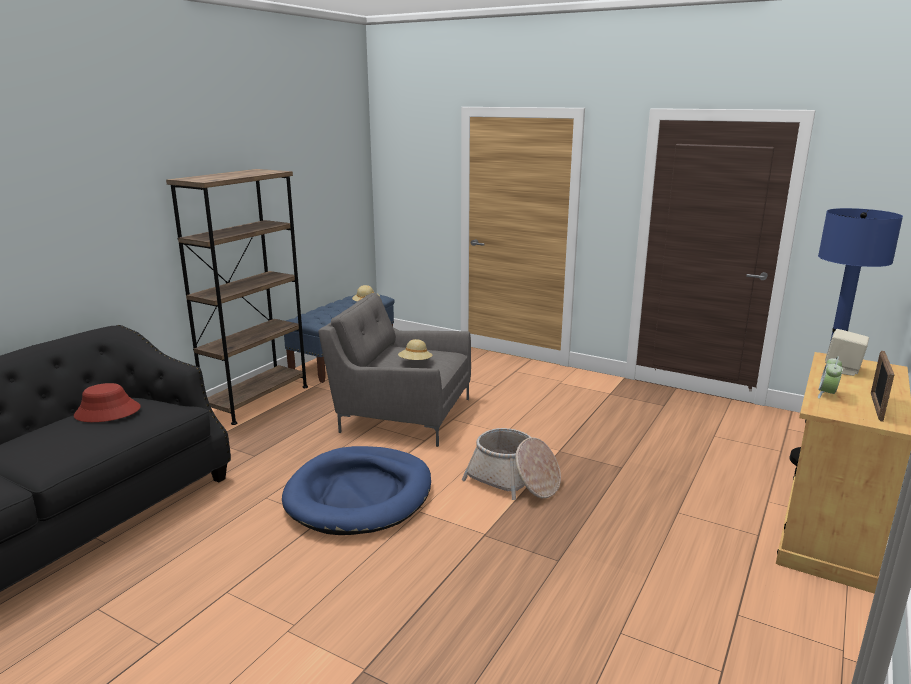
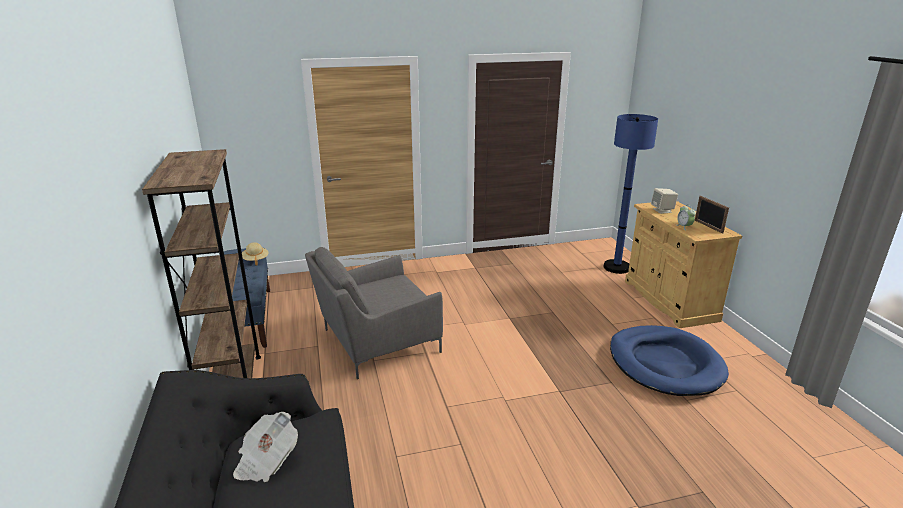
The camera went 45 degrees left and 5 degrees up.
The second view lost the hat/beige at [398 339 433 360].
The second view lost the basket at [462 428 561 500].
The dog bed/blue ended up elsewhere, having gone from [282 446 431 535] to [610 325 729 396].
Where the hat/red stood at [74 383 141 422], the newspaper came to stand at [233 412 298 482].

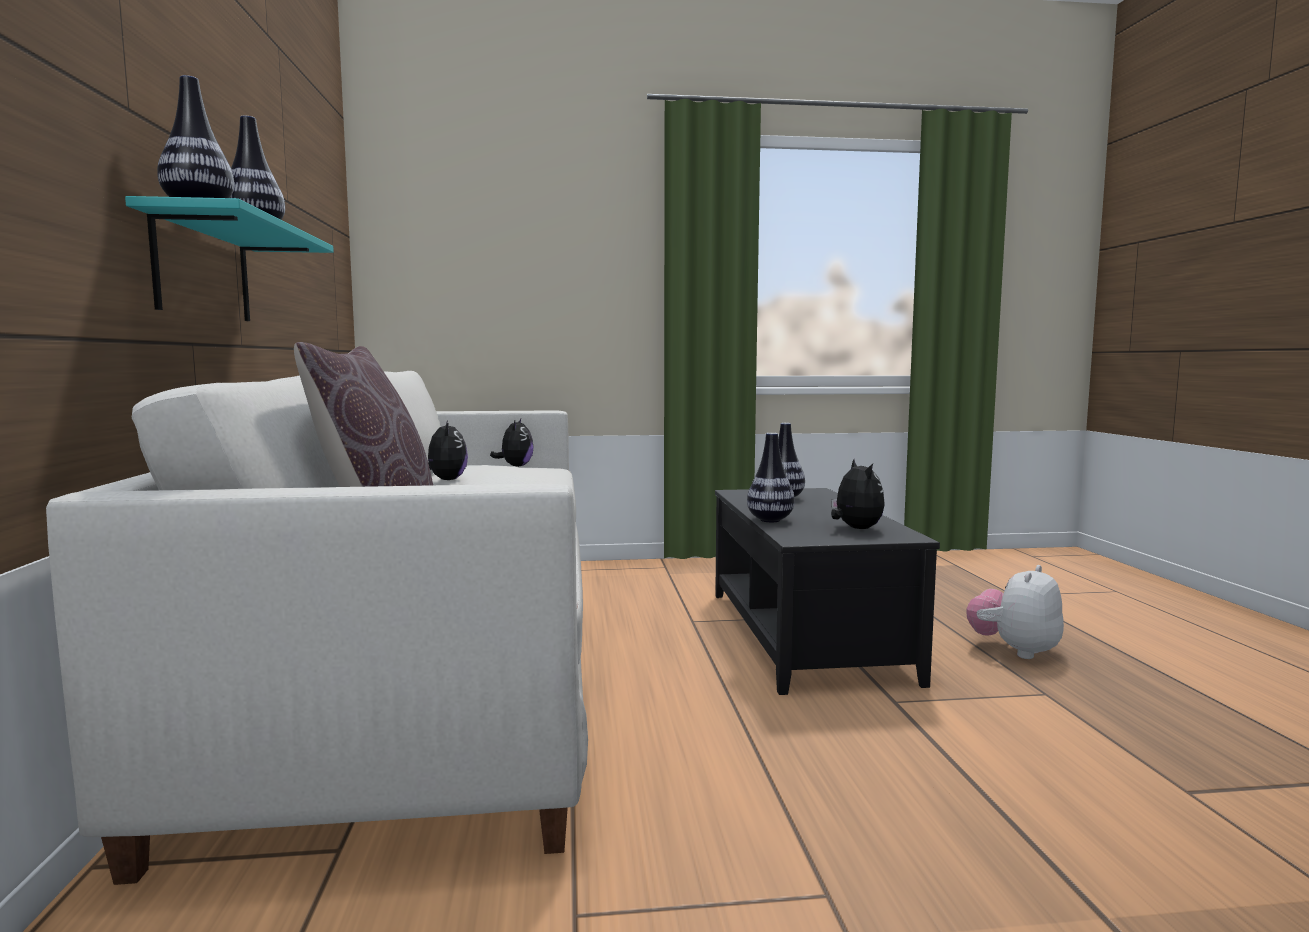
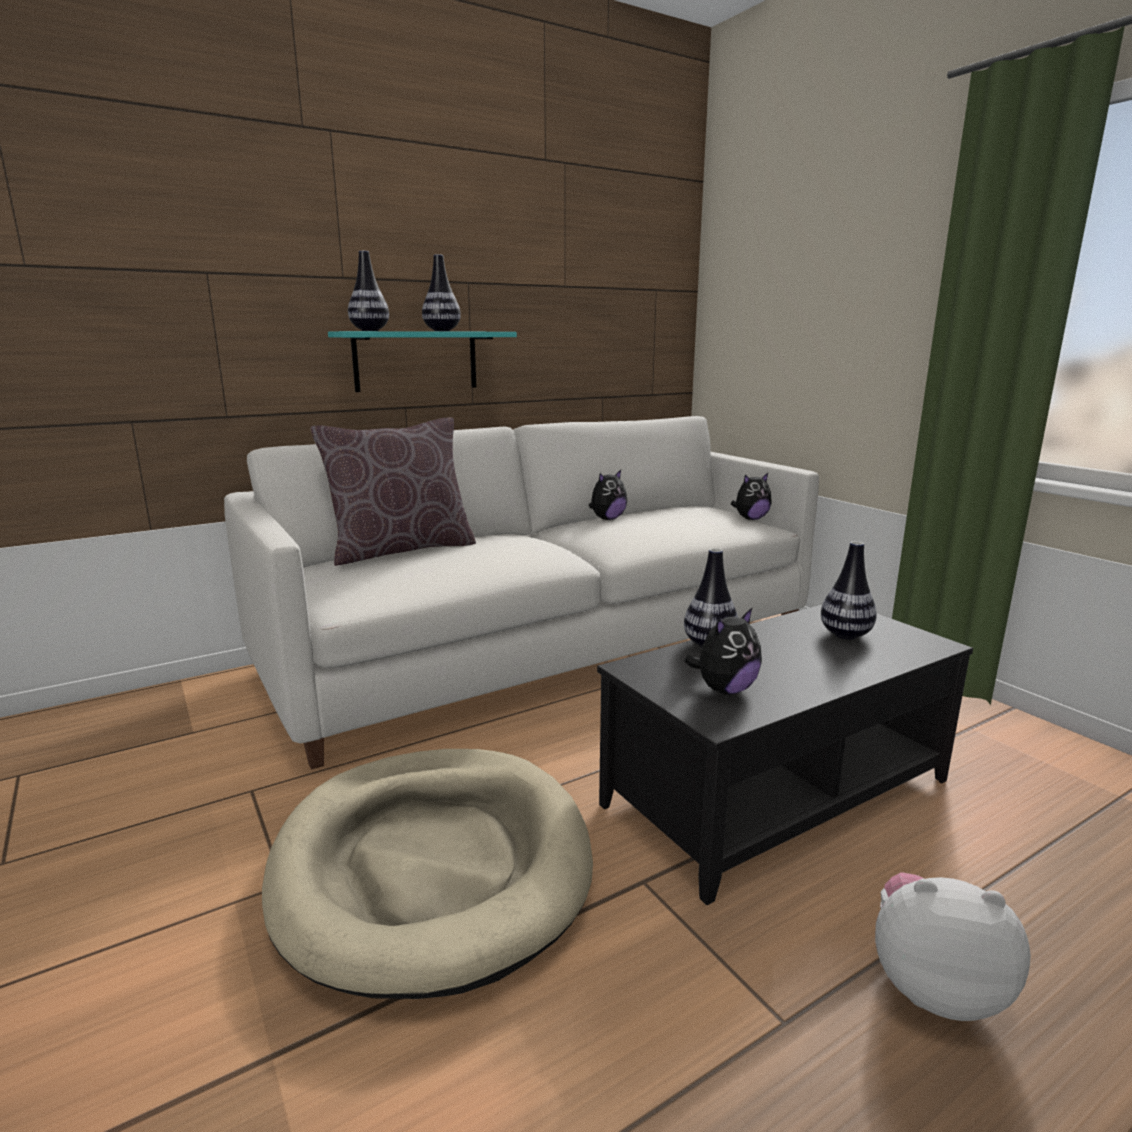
The camera went 65 degrees right and 10 degrees up.
The second view gained the dog bed/beige at [262 749 593 999].

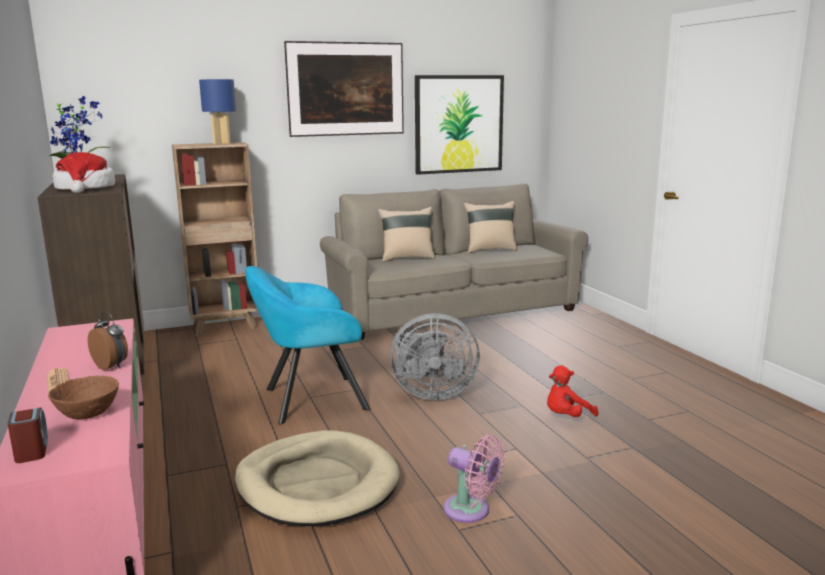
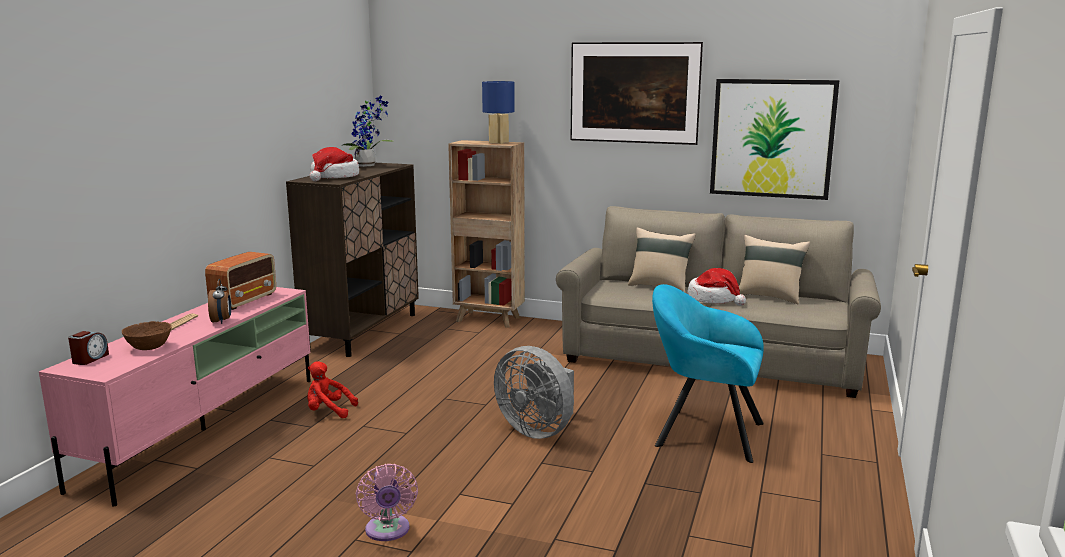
The camera went 40 degrees right and 0 degrees up.
The second view lost the dog bed/beige at [235 430 400 526].
The second view gained the radio at [205 252 276 310].
The second view gained the hat at [688 268 746 306].
The armchair/turquoise ended up elsewhere, having gone from [245 266 371 425] to [652 284 764 463].
The plush toy/red ended up elsewhere, having gone from [547 365 598 417] to [307 361 358 418].

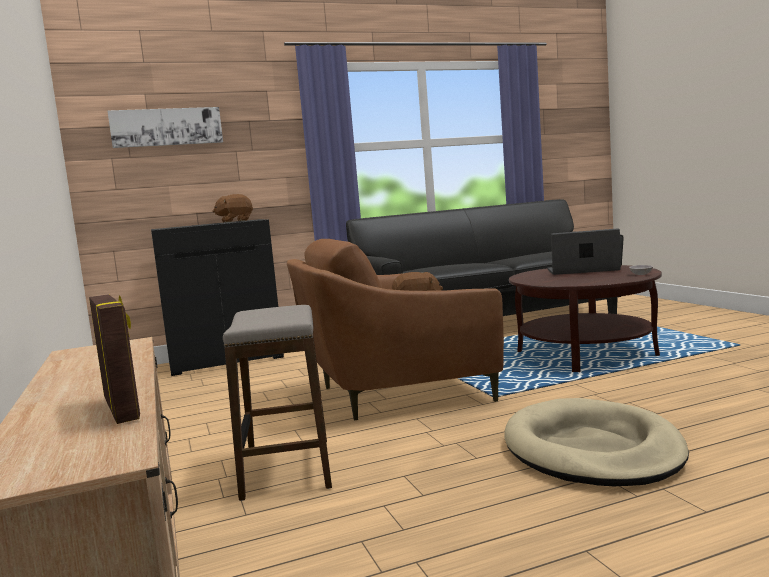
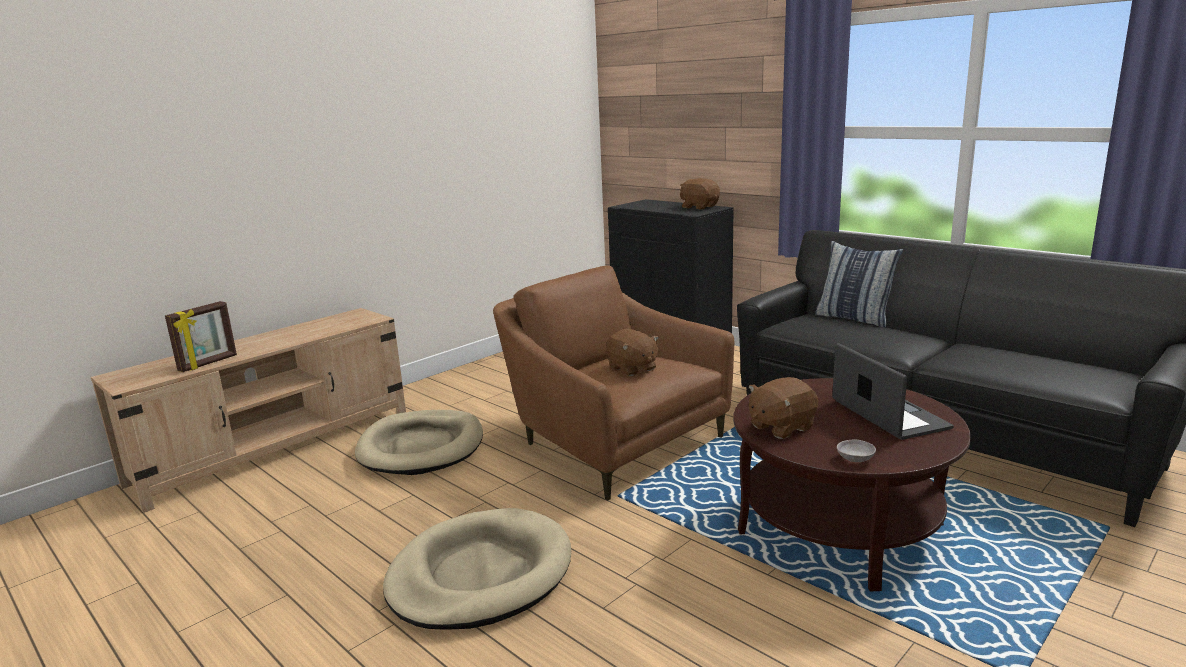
The camera went 65 degrees right and 10 degrees up.
The second view lost the picture at [108 107 223 148].
The second view gained the plush toy/brown at [748 377 818 439].
The second view gained the pillow at [815 241 903 327].
Where the stool stood at [223 305 332 501], the dog bed/beige came to stand at [355 410 483 475].

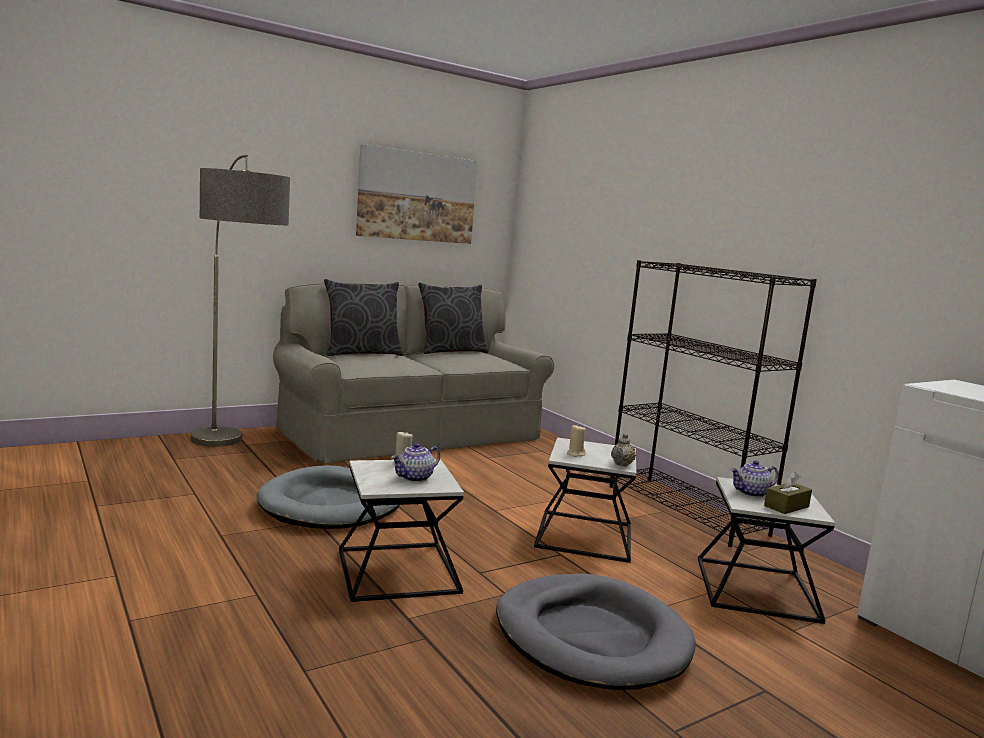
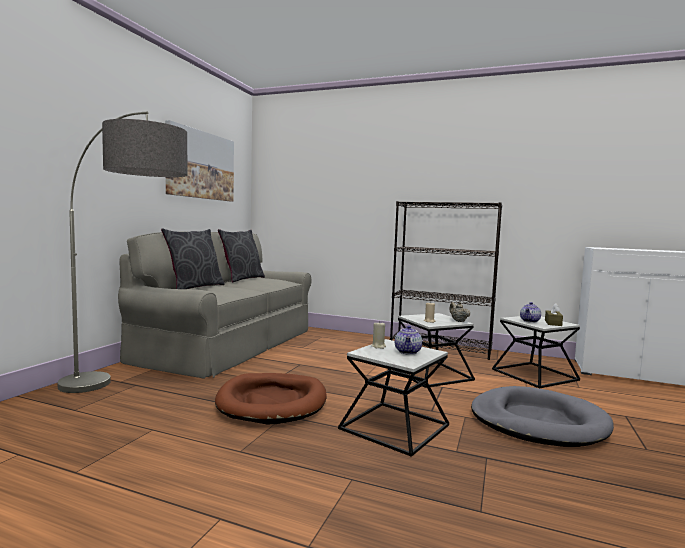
The camera went 35 degrees left and 5 degrees down.
What was the dog bed/grey at [256 465 400 529] turned into the dog bed/brown at [215 373 327 424].

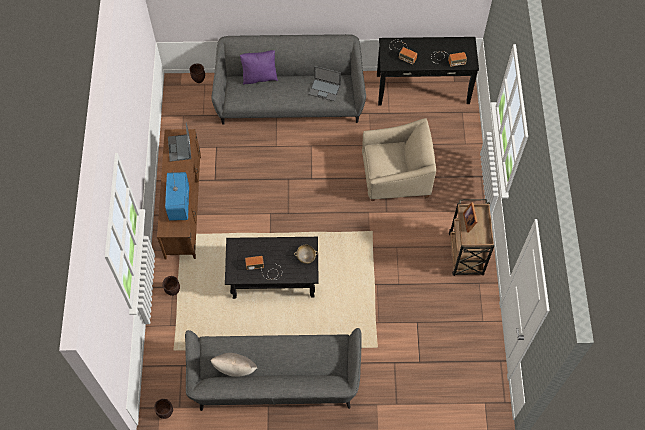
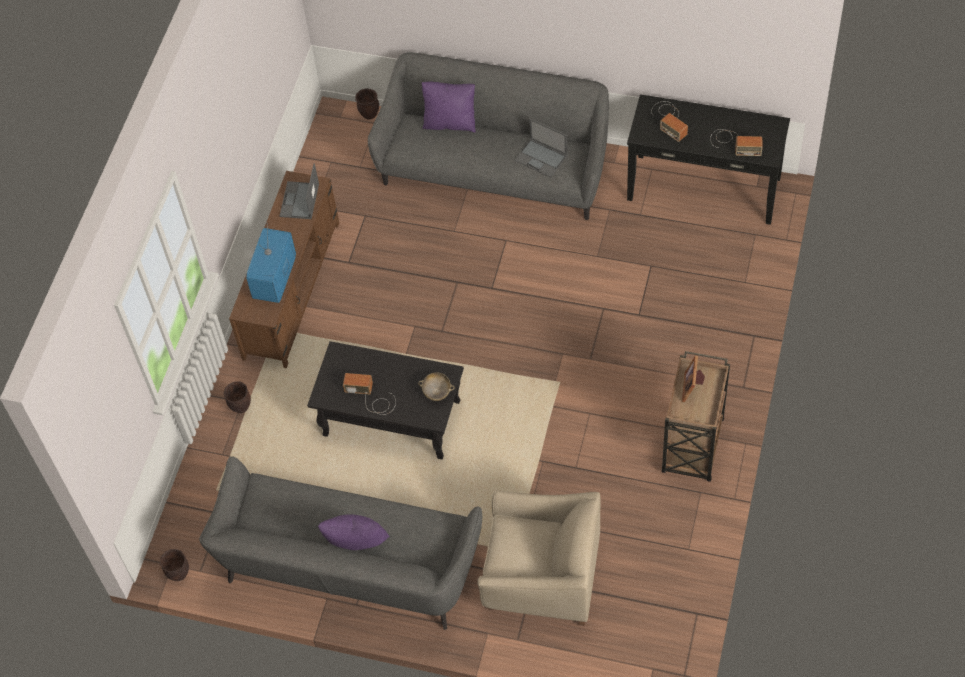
The camera went 20 degrees right and 5 degrees down.
The second view lost the pillow/beige at [211 353 257 377].
The second view gained the pillow/purple at [318 515 389 550].
The armchair/beige ended up elsewhere, having gone from [362 118 436 201] to [477 490 600 626].

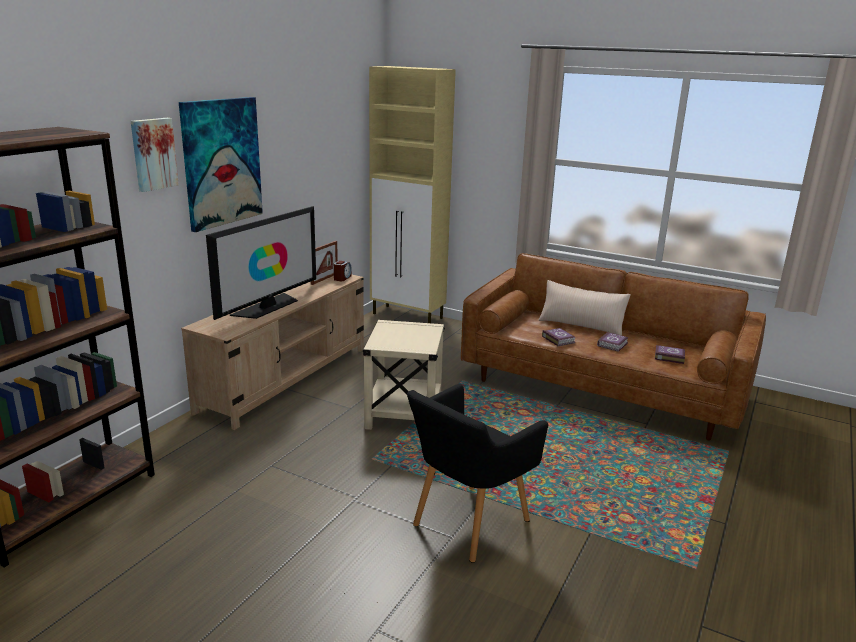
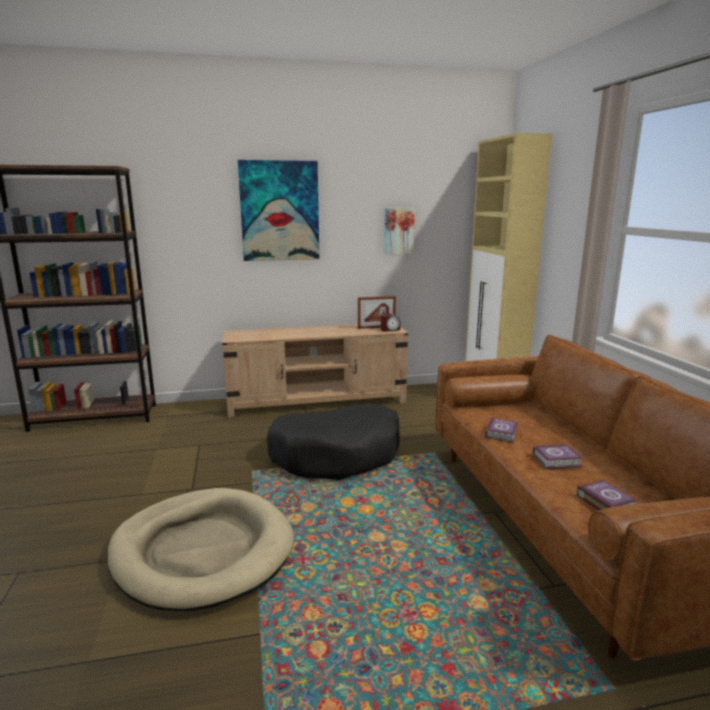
The camera went 50 degrees right and 5 degrees down.
The second view lost the television at [206 206 316 320].
The second view lost the pillow/beige at [538 280 631 336].
The picture ended up elsewhere, having gone from [131 118 179 192] to [384 207 415 254].
Where the side table/beige stood at [363 320 445 430], the dog bed/black came to stand at [267 404 400 480].
Where the armchair/black stood at [407 384 548 563], the dog bed/beige came to stand at [107 488 294 611].

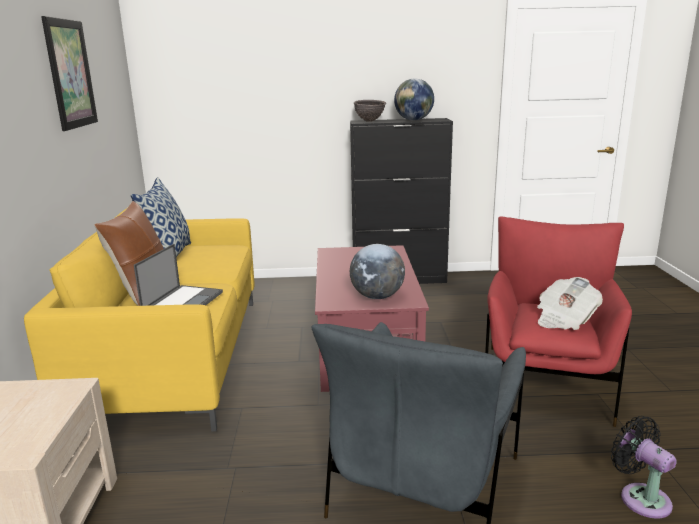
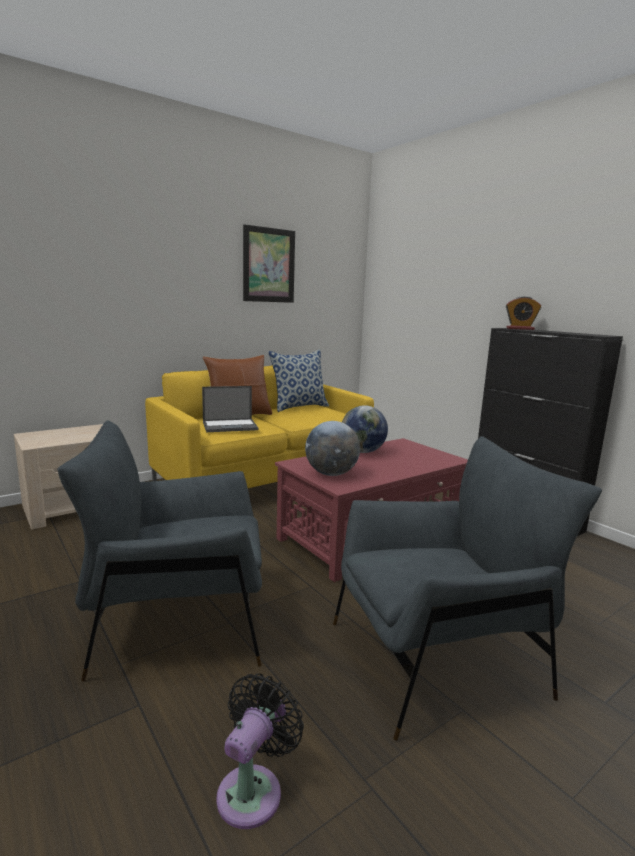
The camera went 55 degrees right and 5 degrees down.
The second view lost the newspaper at [537 277 603 330].
The globe ended up elsewhere, having gone from [394 79 434 120] to [342 405 388 453].
Where the bowl/brown stood at [354 100 386 122], the alarm clock came to stand at [506 296 541 330].
What was the armchair/red at [485 216 632 427] turned into the armchair/grey at [333 436 602 741].

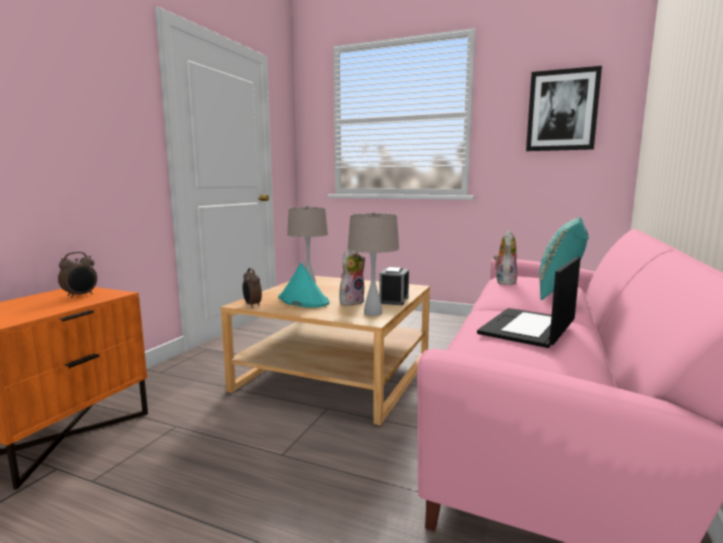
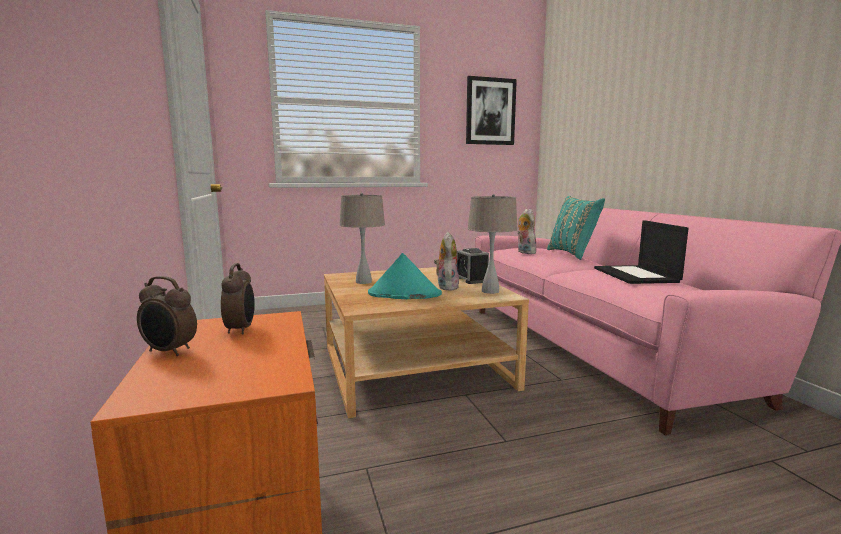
The camera went 40 degrees left and 0 degrees up.
The alarm clock ended up elsewhere, having gone from [243 268 262 308] to [137 276 197 356].

